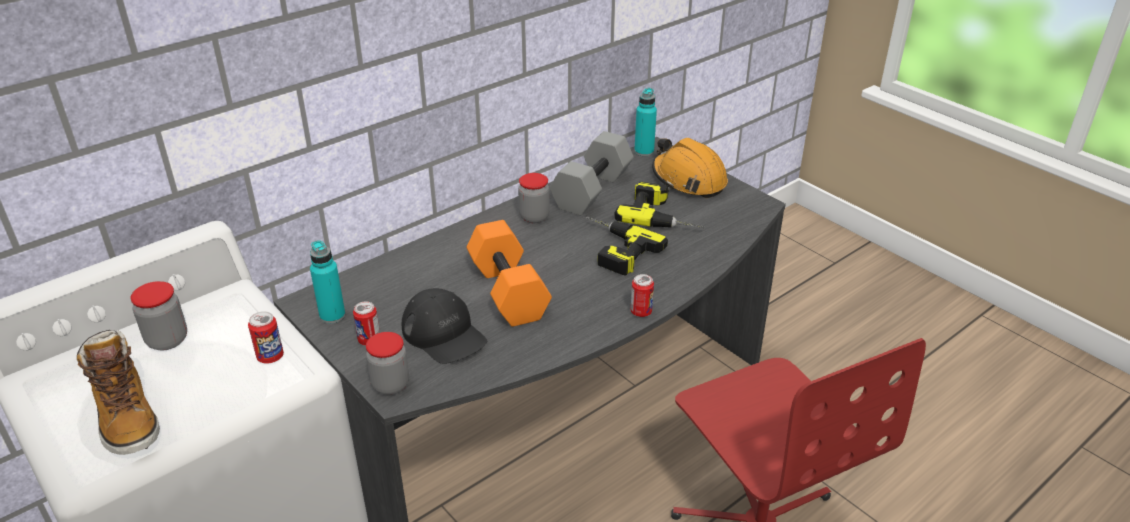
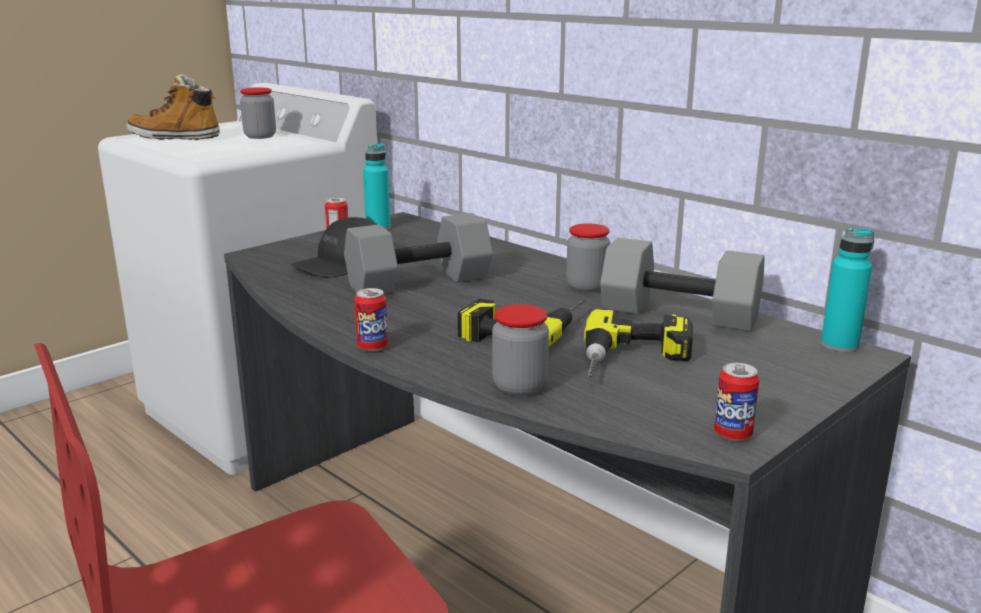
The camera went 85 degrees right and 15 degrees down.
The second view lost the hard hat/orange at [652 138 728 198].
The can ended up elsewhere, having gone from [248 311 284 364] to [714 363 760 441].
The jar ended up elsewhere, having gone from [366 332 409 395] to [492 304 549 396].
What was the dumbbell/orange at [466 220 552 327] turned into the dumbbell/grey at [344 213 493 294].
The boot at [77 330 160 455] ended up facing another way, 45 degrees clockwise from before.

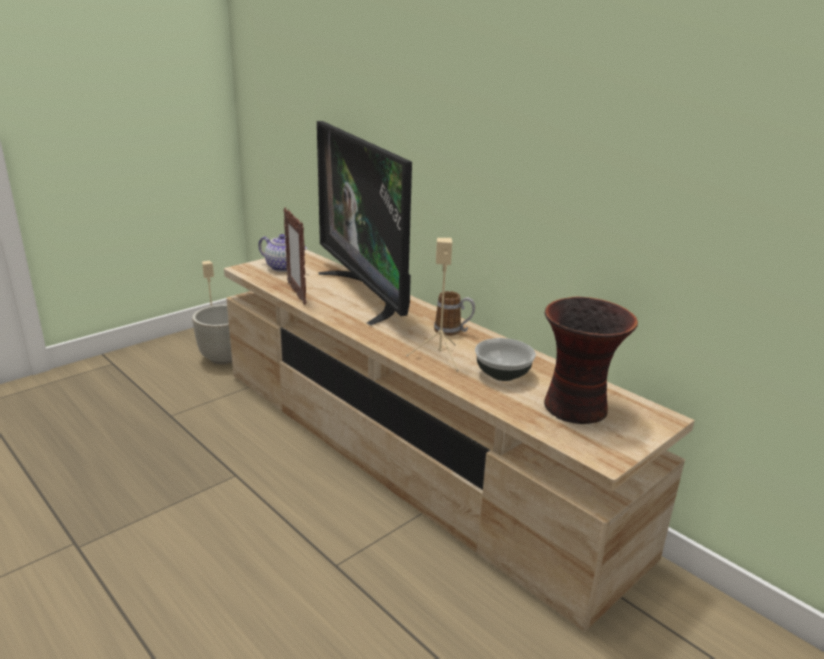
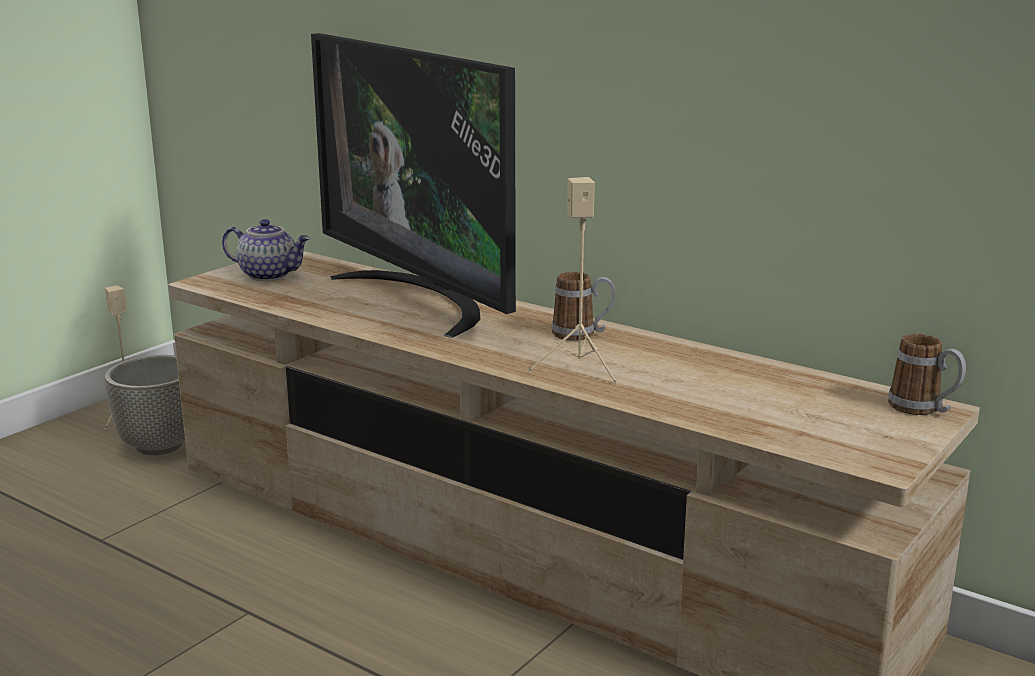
The camera went 10 degrees left and 5 degrees down.
The second view lost the picture frame at [283 207 306 305].
The second view lost the bowl at [475 338 536 381].
The second view lost the vase at [544 297 638 424].
The second view gained the mug at [888 334 966 415].

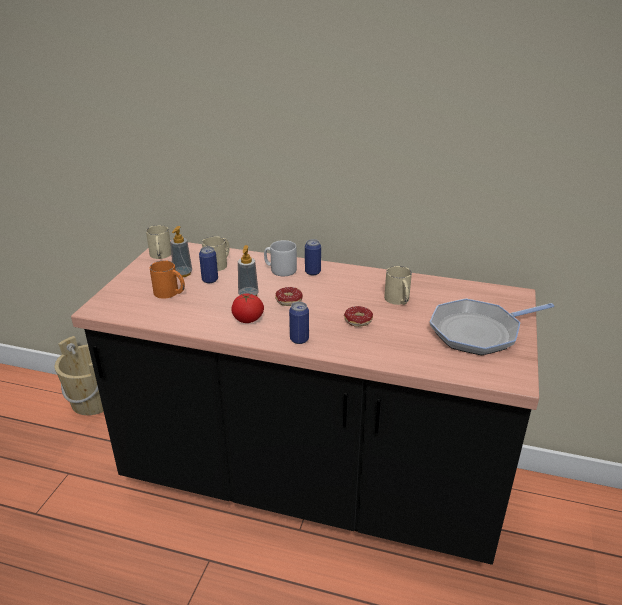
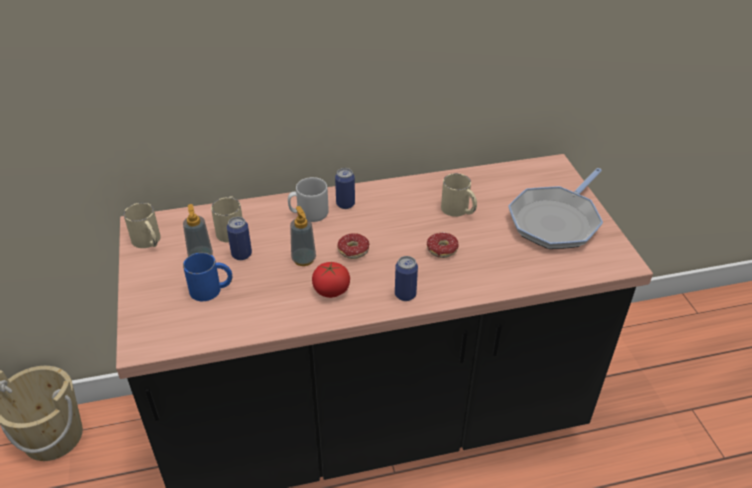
The camera went 30 degrees left and 10 degrees up.
What was the mug/orange at [150 260 185 299] turned into the mug/blue at [183 252 232 301].

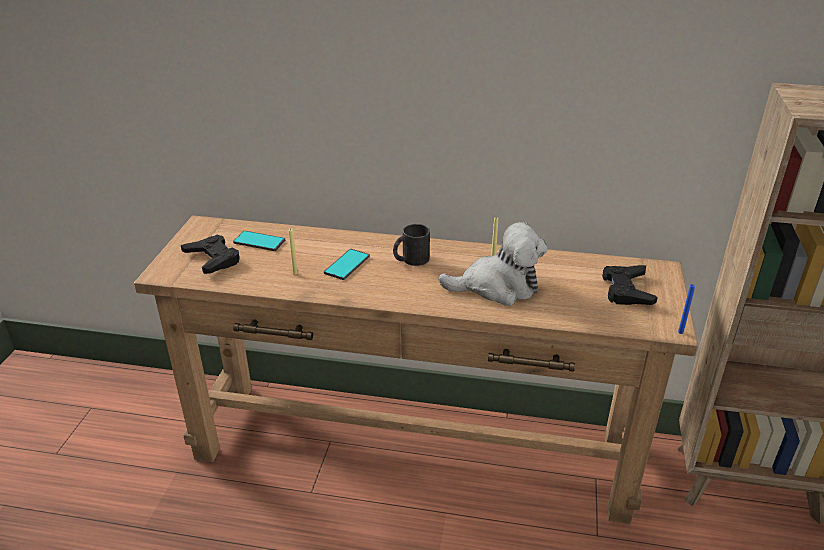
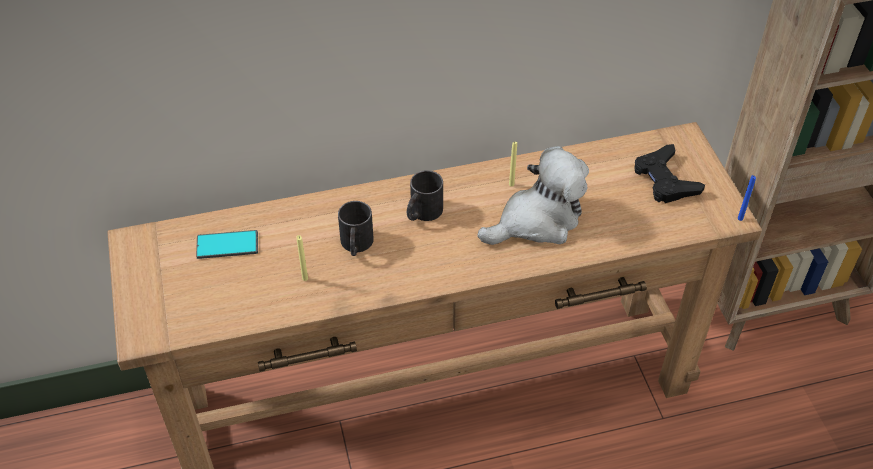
The camera went 25 degrees left and 15 degrees up.
The second view lost the game controller/black at [181 235 239 274].
Where the phone stood at [324 249 370 280], the mug/black came to stand at [338 201 374 256].

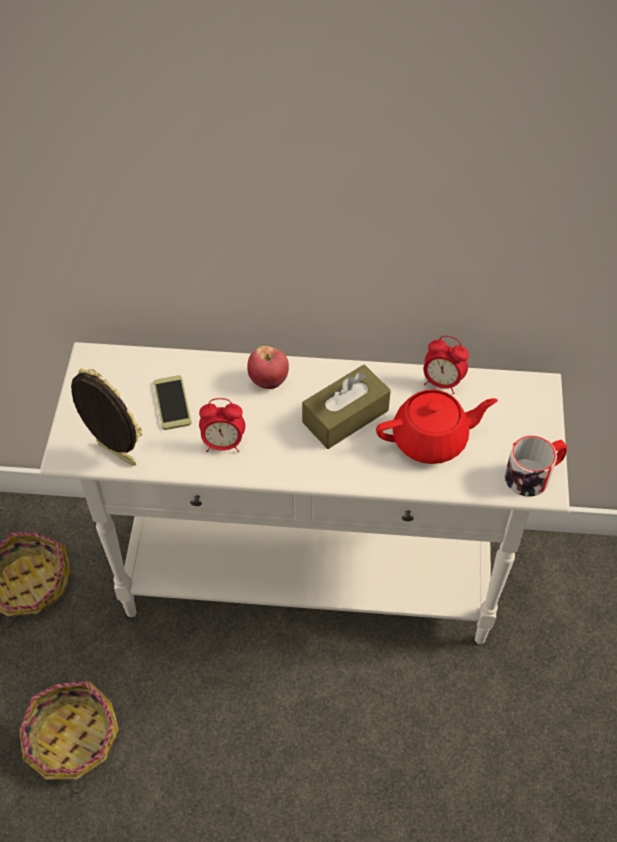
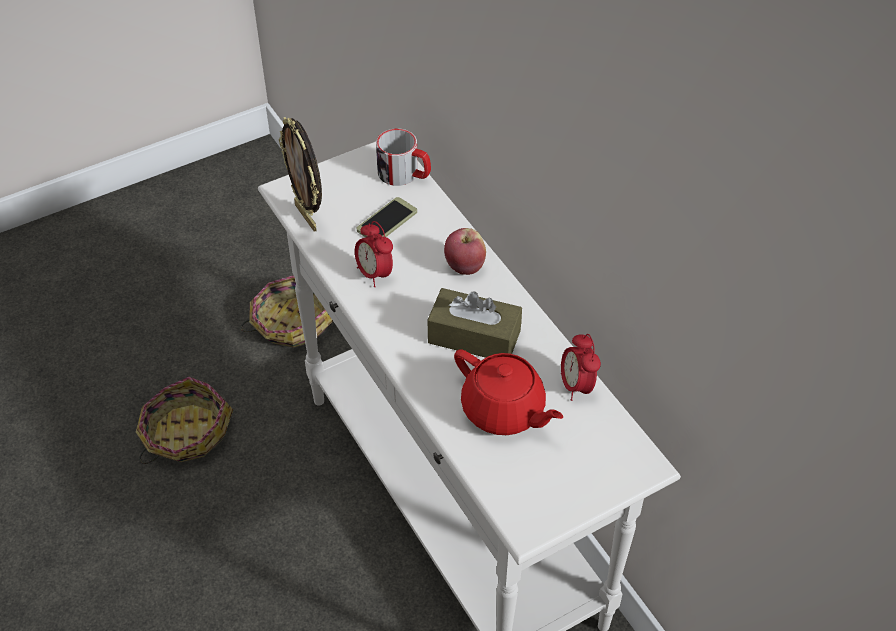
The camera went 55 degrees right and 5 degrees down.
The mug ended up elsewhere, having gone from [504 435 567 497] to [376 128 431 186].
The picture frame at [71 368 142 466] ended up facing another way, 150 degrees clockwise from before.

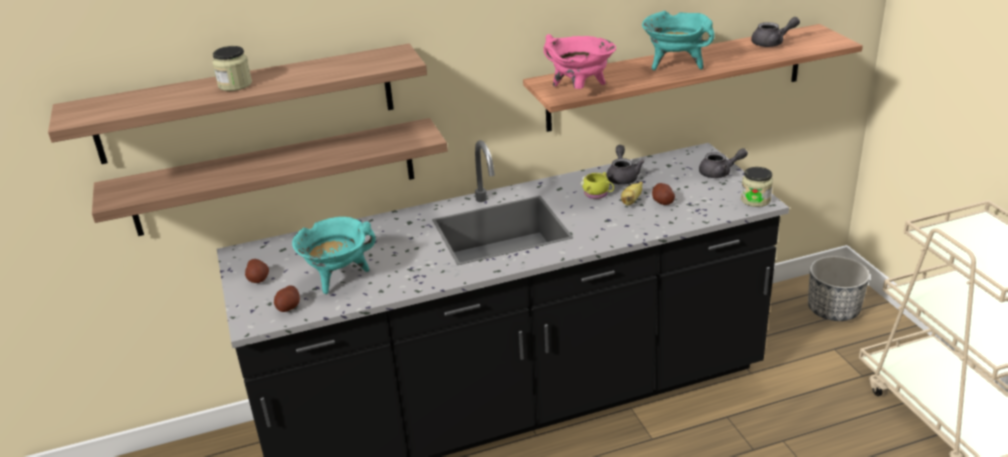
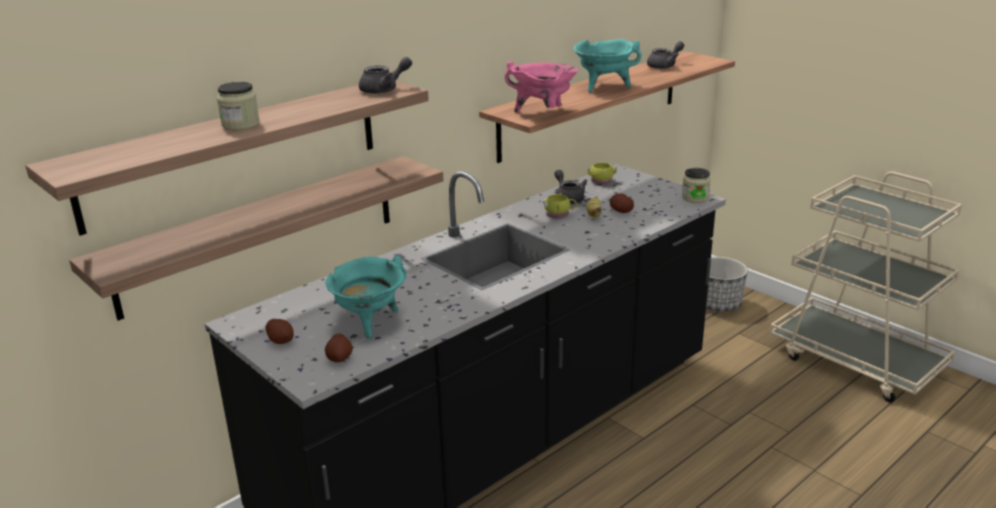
The camera went 25 degrees left and 5 degrees down.
The second view gained the mug/yellow at [588 162 617 184].
The teapot/grey ended up elsewhere, having gone from [699 148 748 178] to [359 57 412 94].

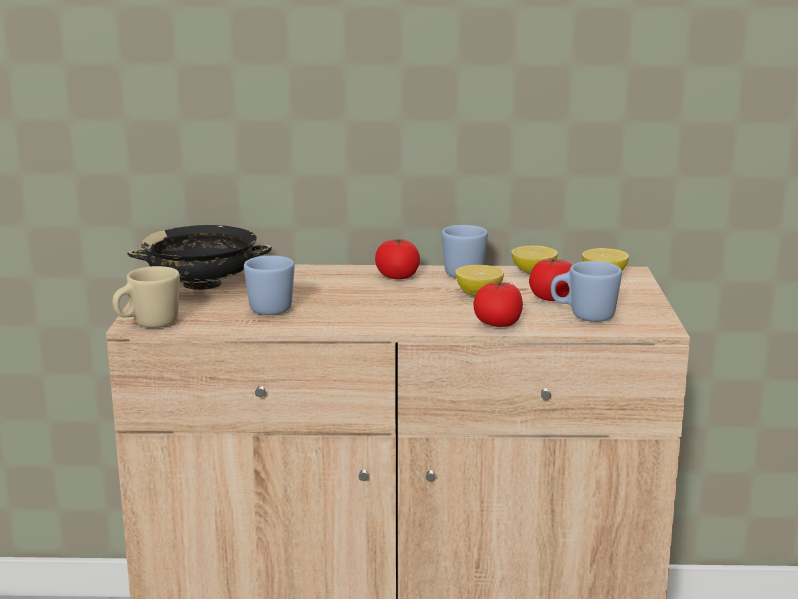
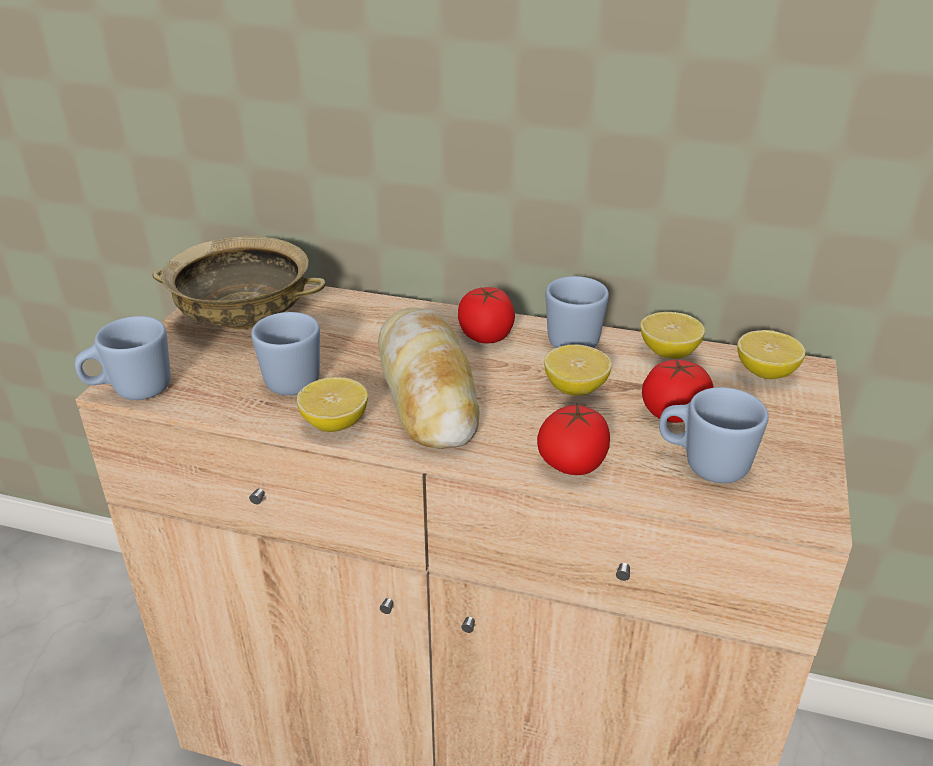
The camera went 15 degrees right and 15 degrees up.
The second view gained the lemon at [297 377 368 432].
The second view gained the bread at [378 307 479 449].
What was the mug/beige at [112 266 180 328] turned into the mug/blue at [75 316 171 400].
What was the bowl/black at [127 225 272 290] turned into the bowl/beige at [152 236 326 330].

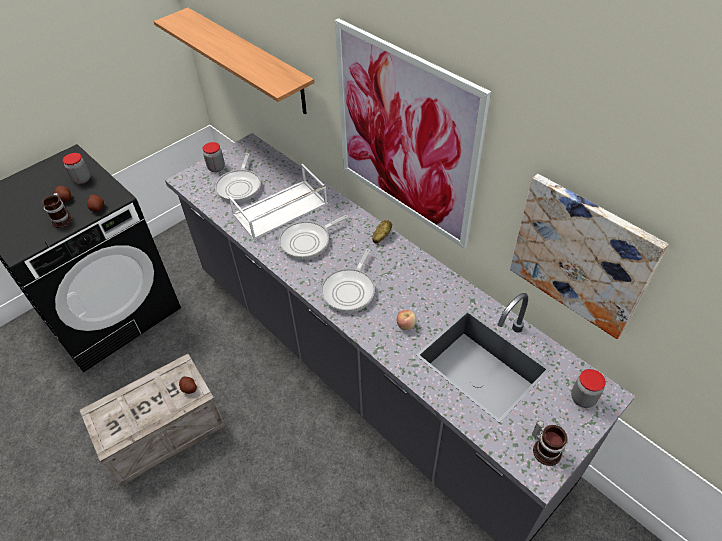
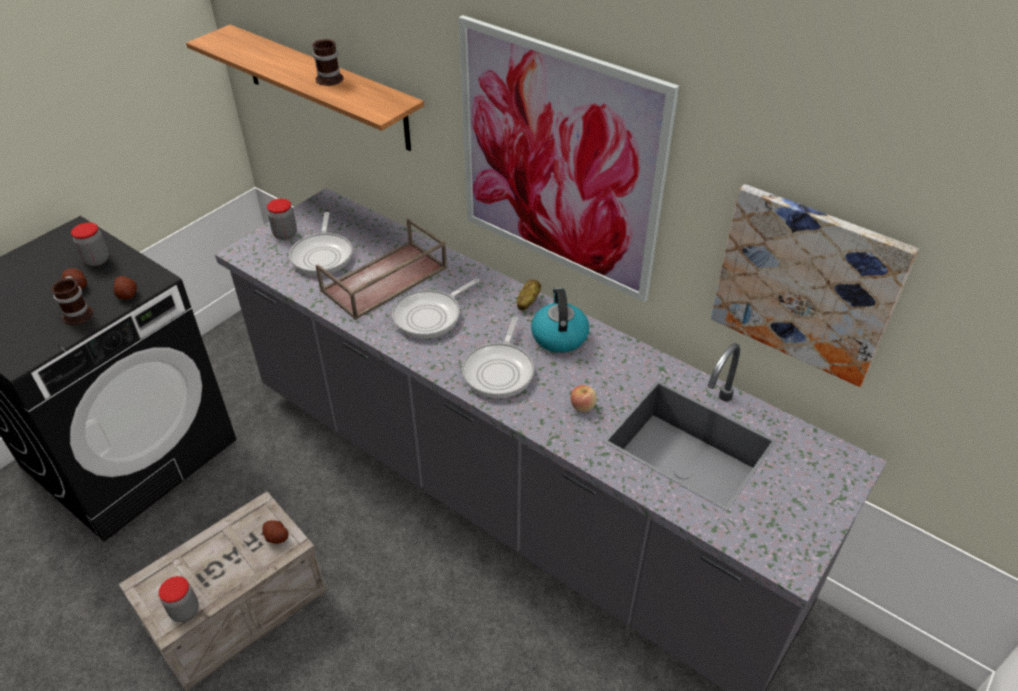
The camera went 10 degrees left and 5 degrees down.
The second view gained the kettle at [531 288 589 353].
The mug ended up elsewhere, having gone from [532 420 567 466] to [312 39 343 86].
The jar ended up elsewhere, having gone from [571 369 606 408] to [159 576 199 622].
What was the tray/white at [229 164 328 240] turned into the tray/brown at [316 218 447 320].

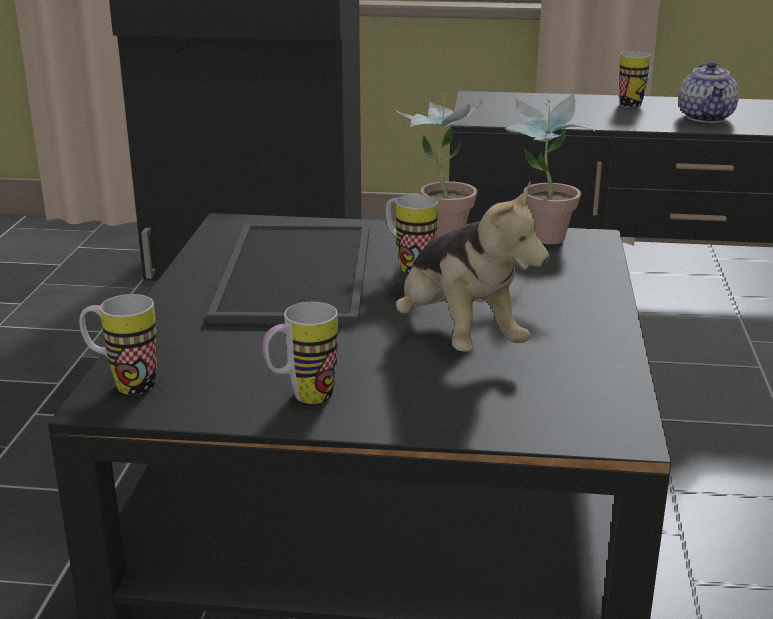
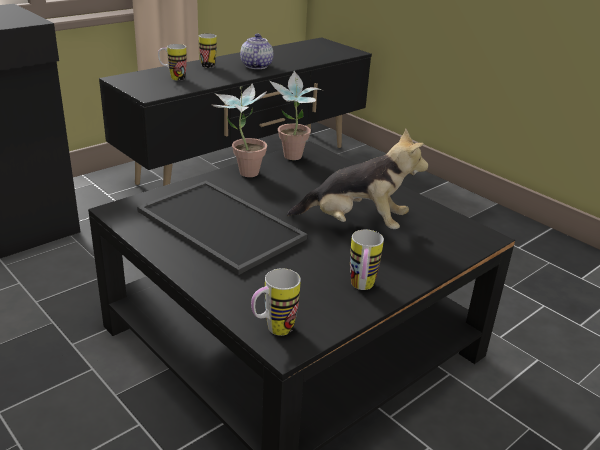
The camera went 50 degrees left and 5 degrees up.
The mug ended up elsewhere, having gone from [386 194 438 273] to [158 44 187 81].
The teapot at [678 61 739 123] ended up facing another way, 135 degrees counterclockwise from before.

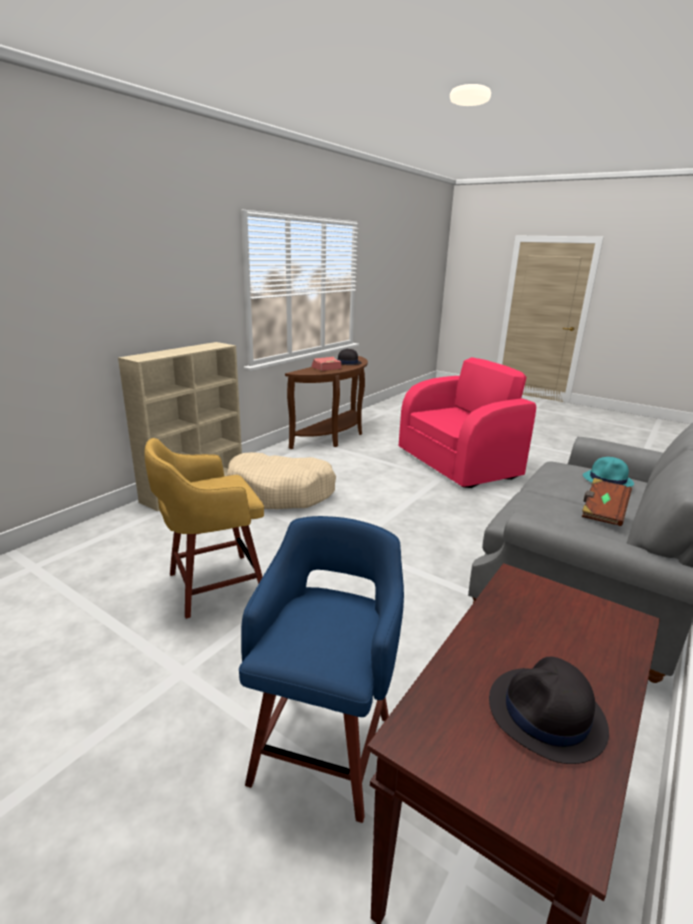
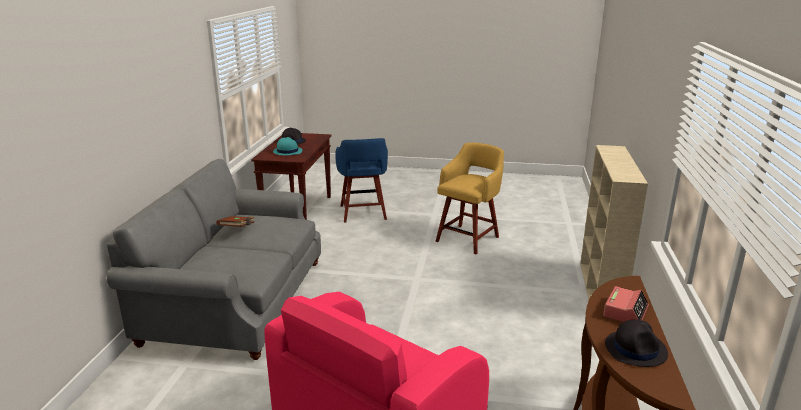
The camera went 155 degrees right and 0 degrees up.
The second view lost the dog bed/beige at [227 452 336 509].
The hat/turquoise ended up elsewhere, having gone from [583 457 634 487] to [273 137 303 155].

